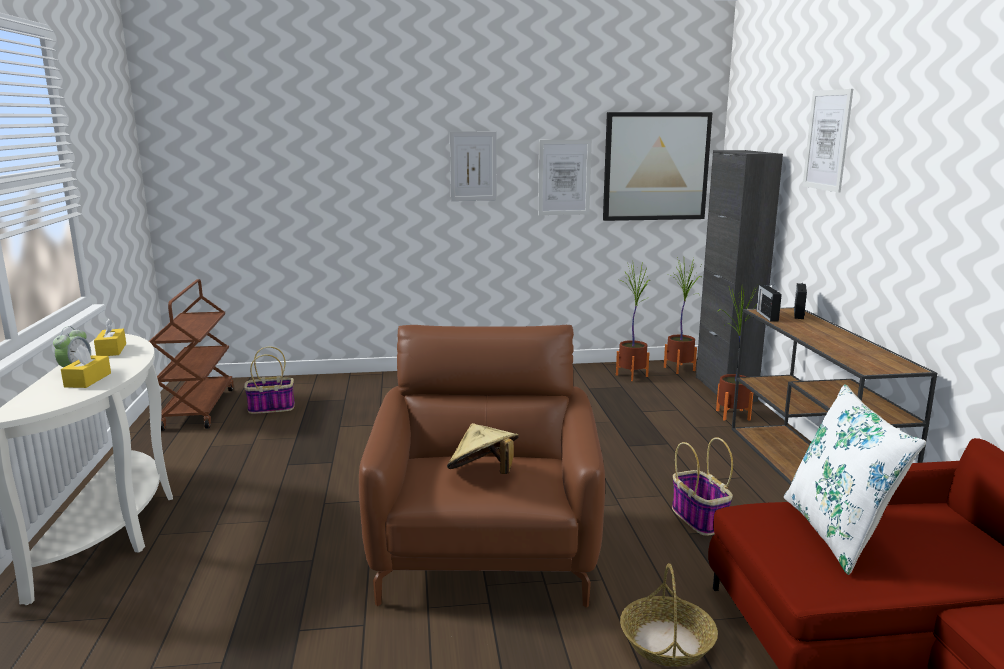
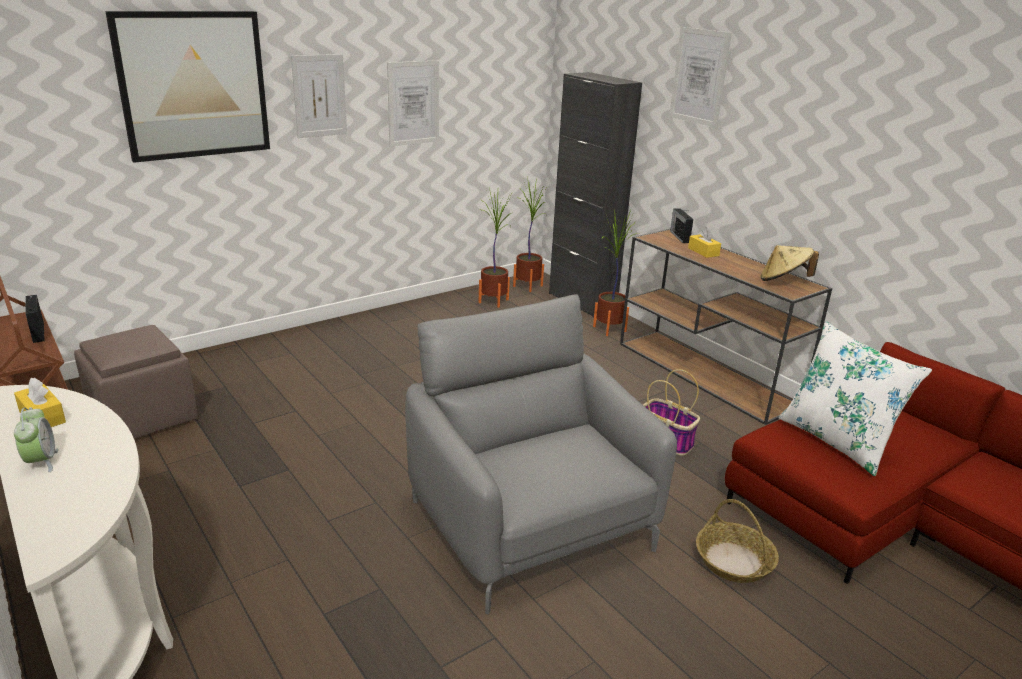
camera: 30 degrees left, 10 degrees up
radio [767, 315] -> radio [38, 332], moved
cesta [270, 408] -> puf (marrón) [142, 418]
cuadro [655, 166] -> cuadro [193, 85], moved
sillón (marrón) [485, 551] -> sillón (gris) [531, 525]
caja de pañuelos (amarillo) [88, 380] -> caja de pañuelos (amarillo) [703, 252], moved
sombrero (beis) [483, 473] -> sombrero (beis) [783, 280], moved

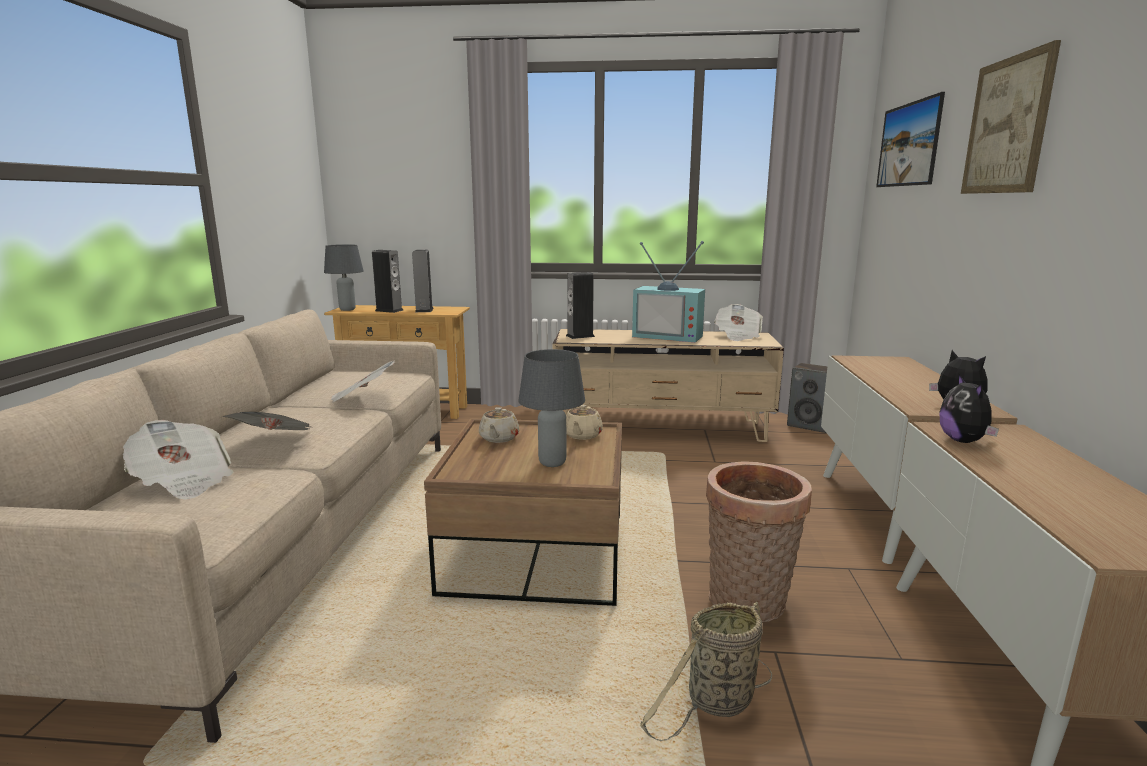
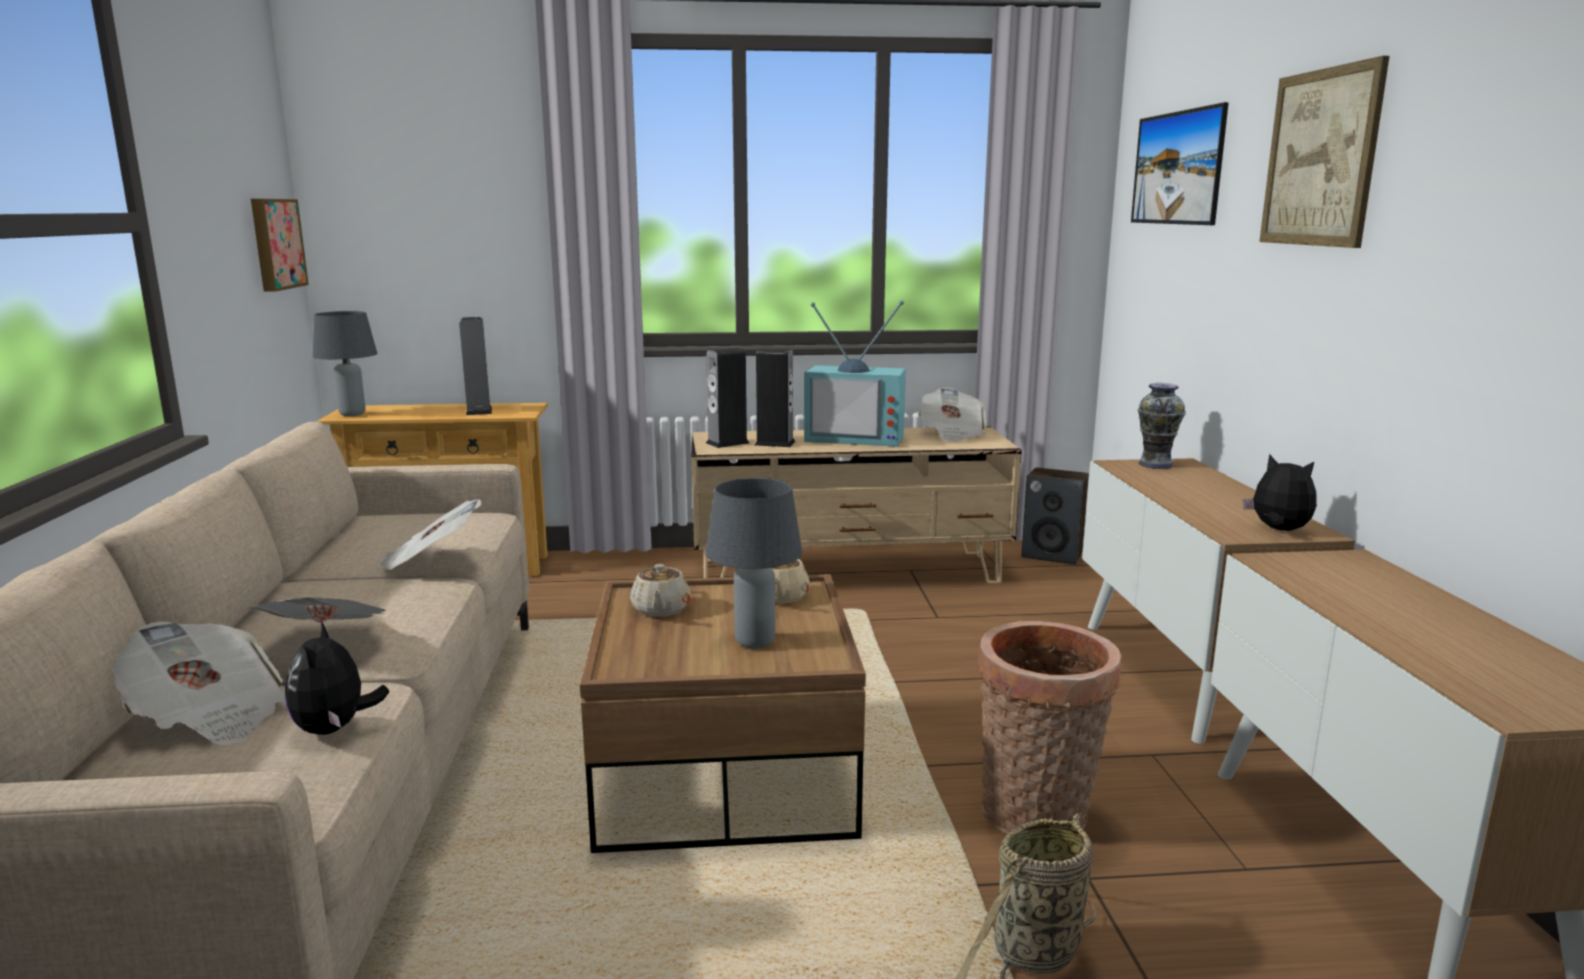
camera: 10 degrees left, 0 degrees up
none -> cuadro [275, 244]
peluche [964, 441] -> peluche [335, 729], moved
altavoz [389, 310] -> altavoz [775, 443], moved
none -> florero [1155, 464]

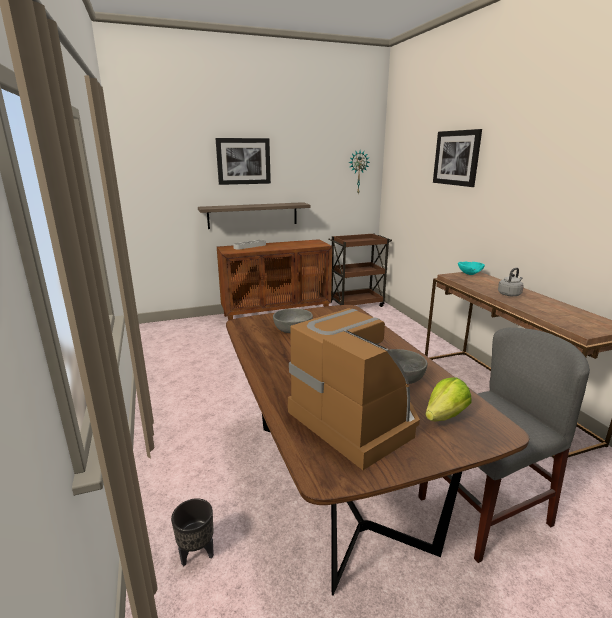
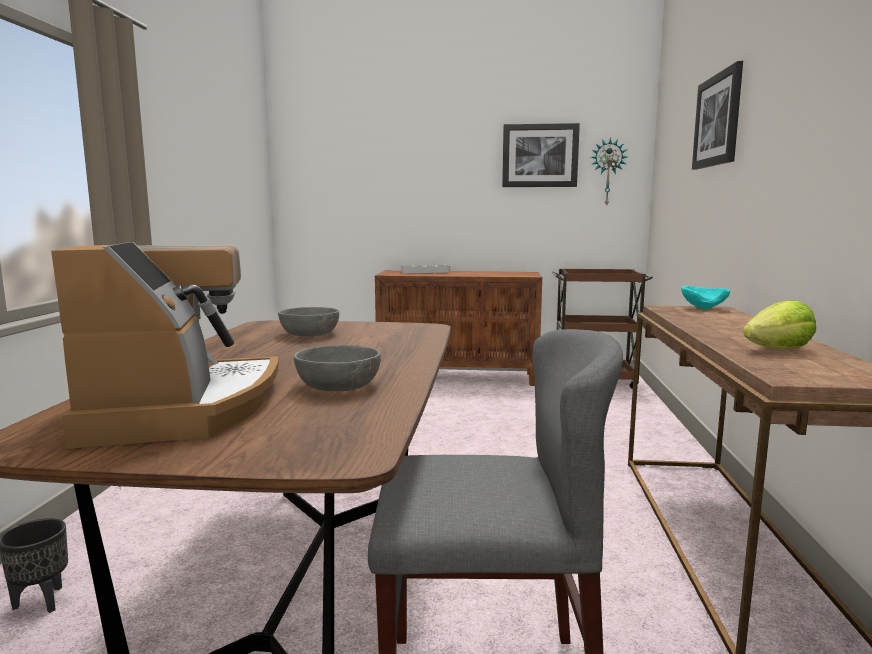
camera: 25 degrees right, 10 degrees down
cuadro [243, 161] -> cuadro [540, 155], moved
lechuga [445, 416] -> lechuga [778, 349], moved
estante [253, 215] -> none
hervidor (gris) [510, 294] -> none

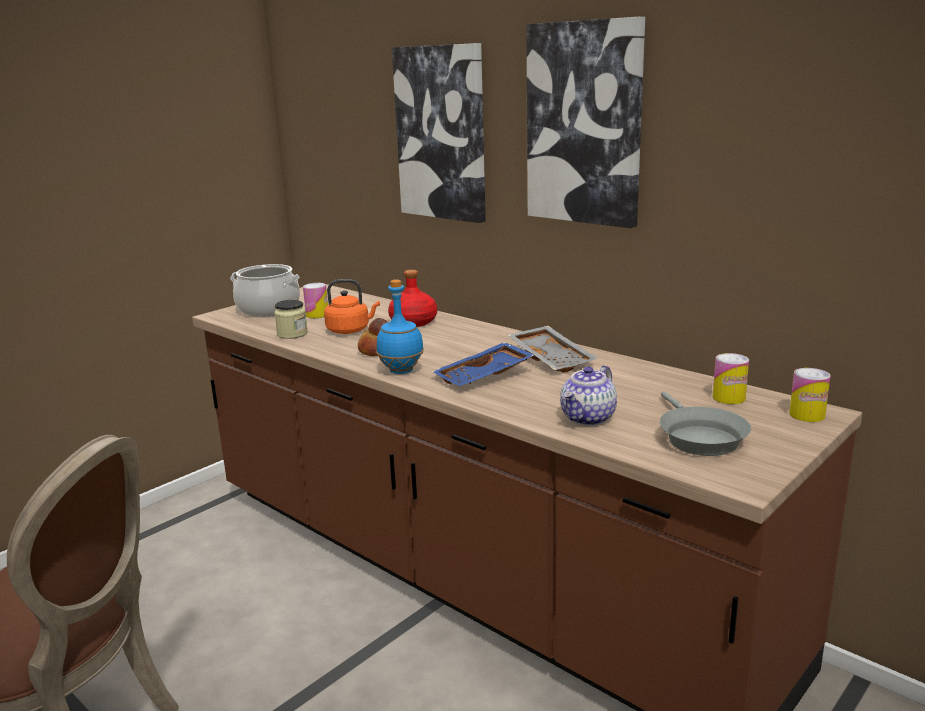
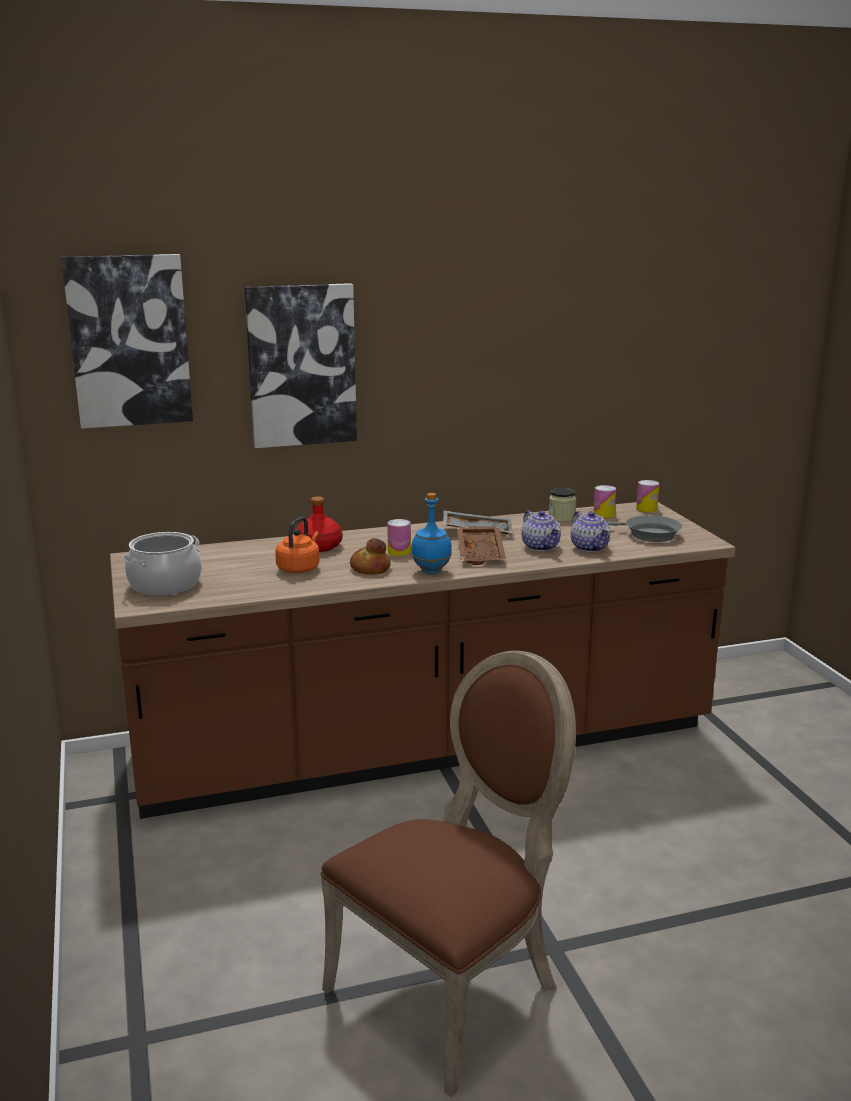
camera: 60 degrees left, 0 degrees up
cuadro [585, 124] -> cuadro [129, 341], moved
lata [317, 314] -> lata [399, 552], moved
bandeja (azul) [484, 376] -> bandeja (marrón) [482, 553]
none -> tetera [541, 547]
tarro [292, 334] -> tarro [561, 518], moved

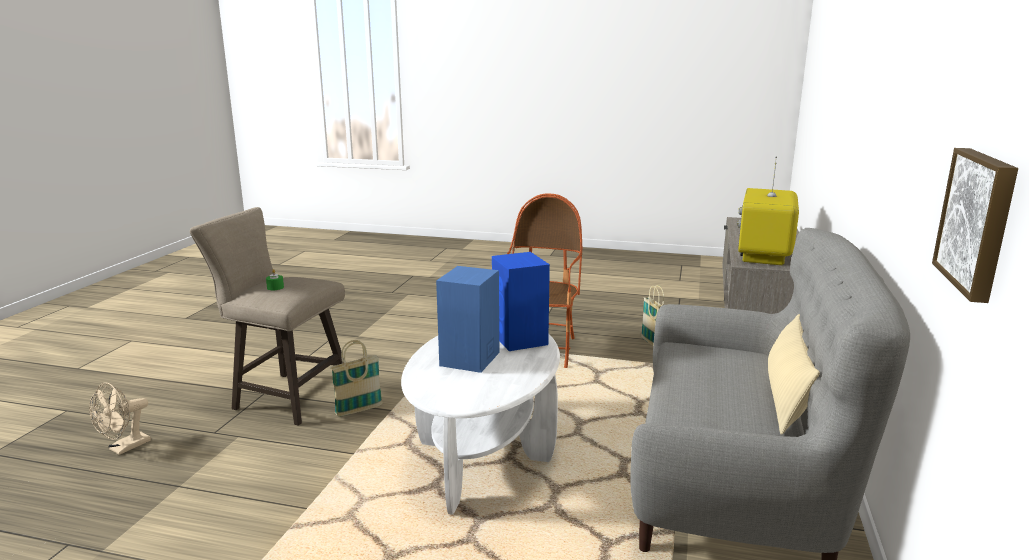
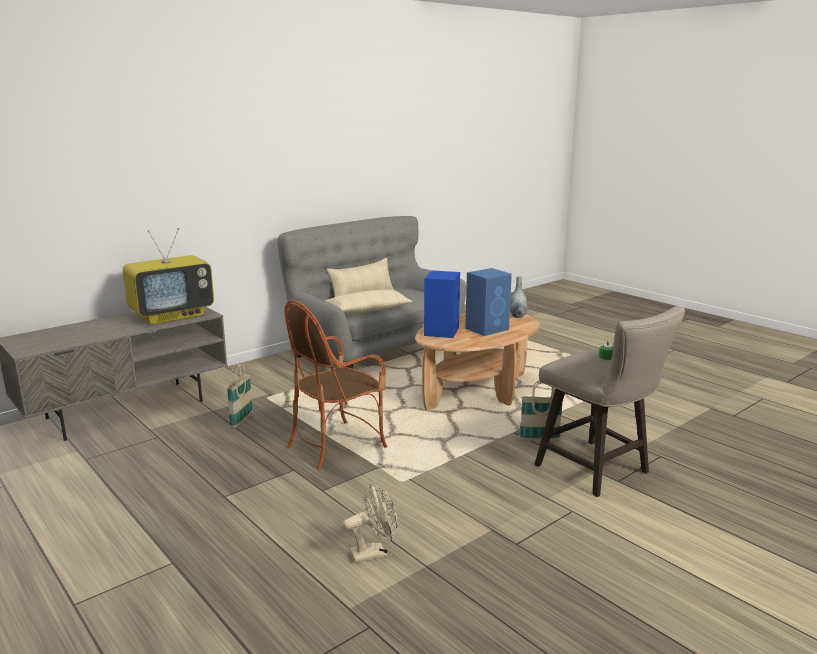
camera: 145 degrees left, 0 degrees up
none -> cojín (beis) [369, 310]
ventilador (beis) [124, 448] -> ventilador (beis) [374, 553], moved
mesa de centro (blanco) [484, 453] -> mesa de centro (marrón) [476, 392]
none -> florero (gris) [517, 316]
cuadro [979, 221] -> none

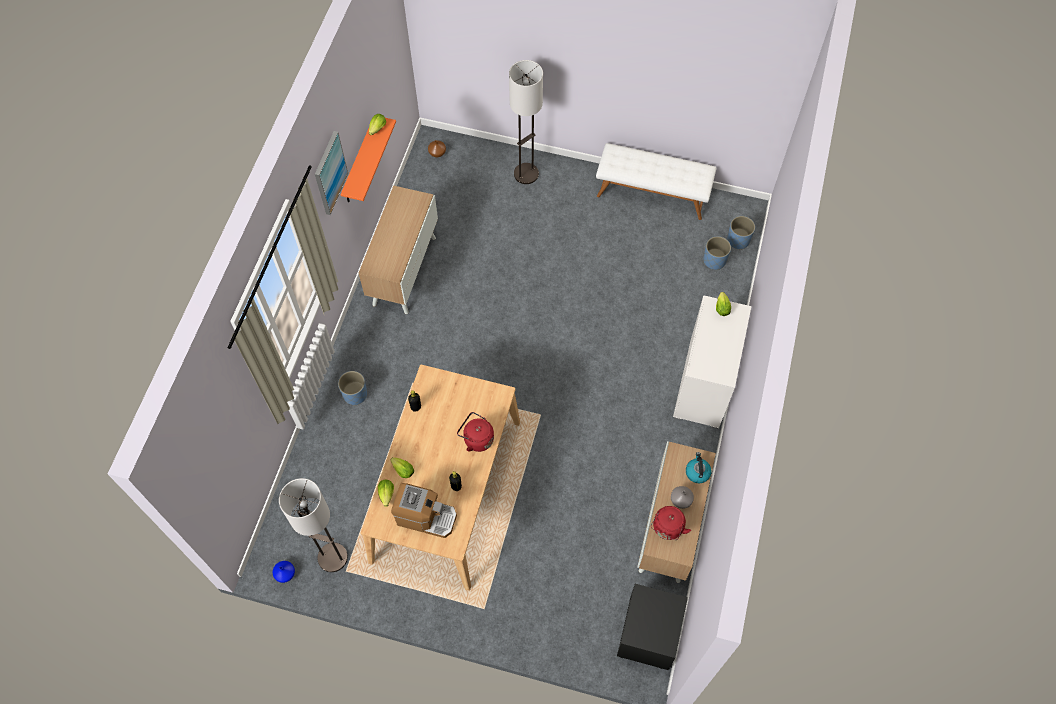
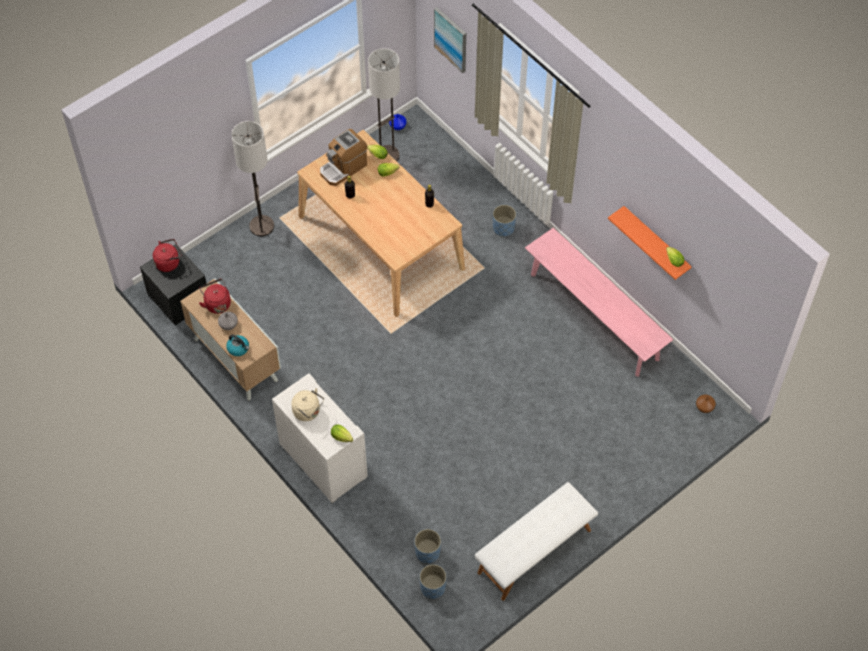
camera: 125 degrees right, 5 degrees down
hervidor (rojo) [476, 439] -> hervidor (rojo) [169, 262], moved
lámpara de pie [526, 174] -> lámpara de pie [261, 226], moved
none -> hervidor (beis) [308, 412]
cuadro [329, 173] -> cuadro [451, 39], moved
armario [404, 270] -> banco (rosa) [594, 316]

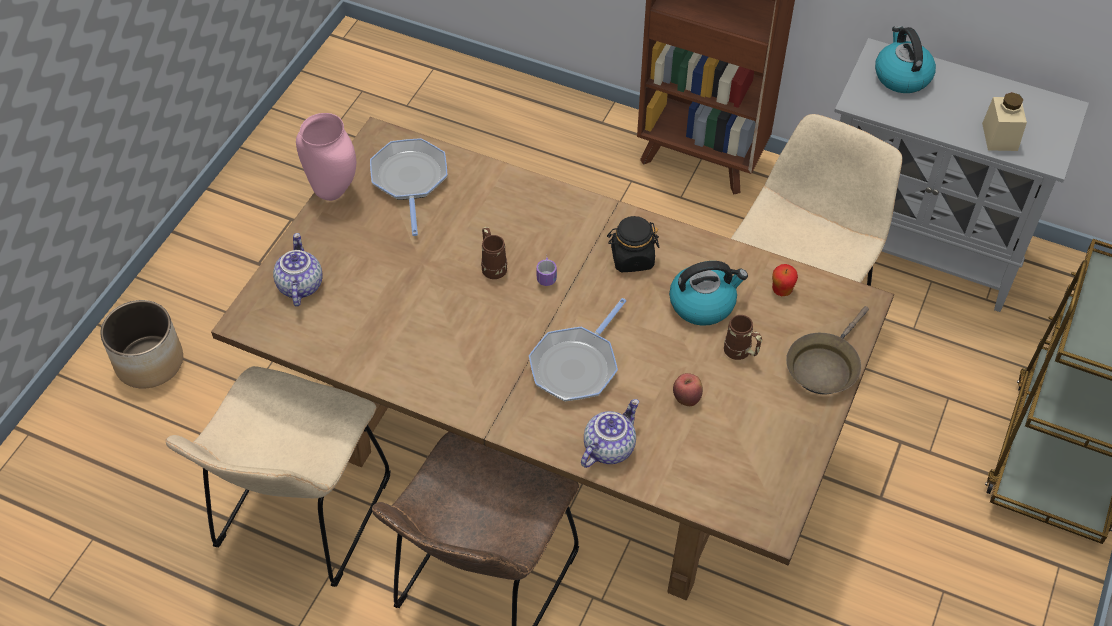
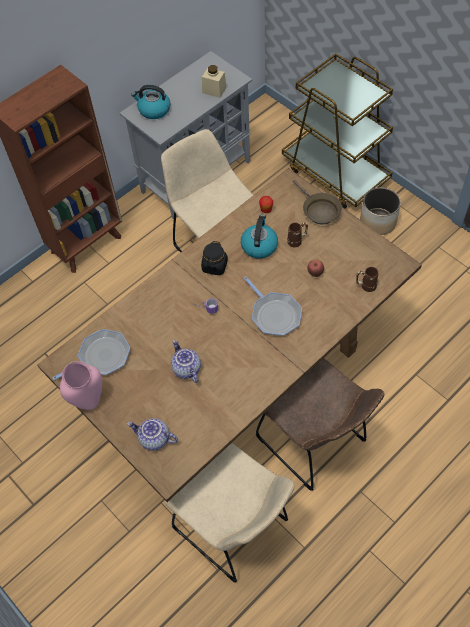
camera: 65 degrees left, 5 degrees up
sartén [410, 180] -> sartén [101, 357], 135 degrees clockwise
tetera [608, 447] -> tetera [186, 369], moved
taza grande (marrón) [492, 265] -> taza grande (marrón) [365, 286], moved
maceta [150, 362] -> maceta [378, 221], moved

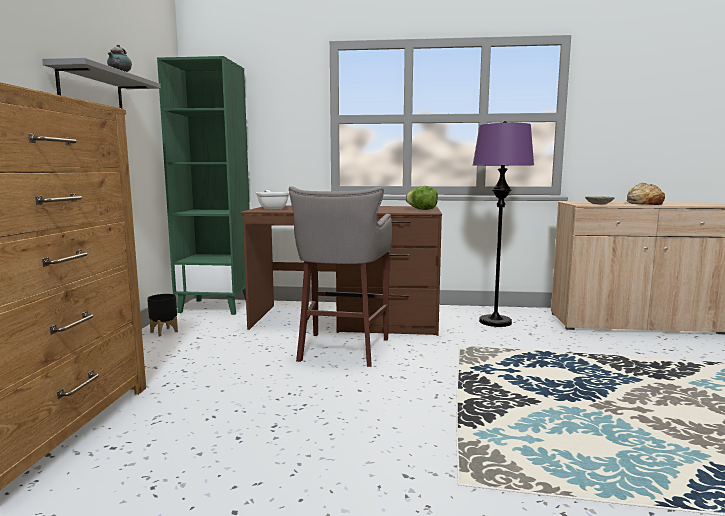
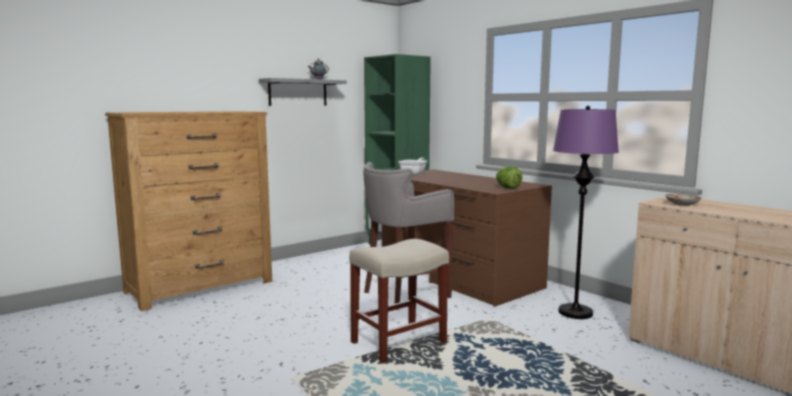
camera: 45 degrees right, 0 degrees up
none -> taburete (beis) [399, 342]
maceta (negro) [164, 332] -> none
pan [643, 203] -> none

